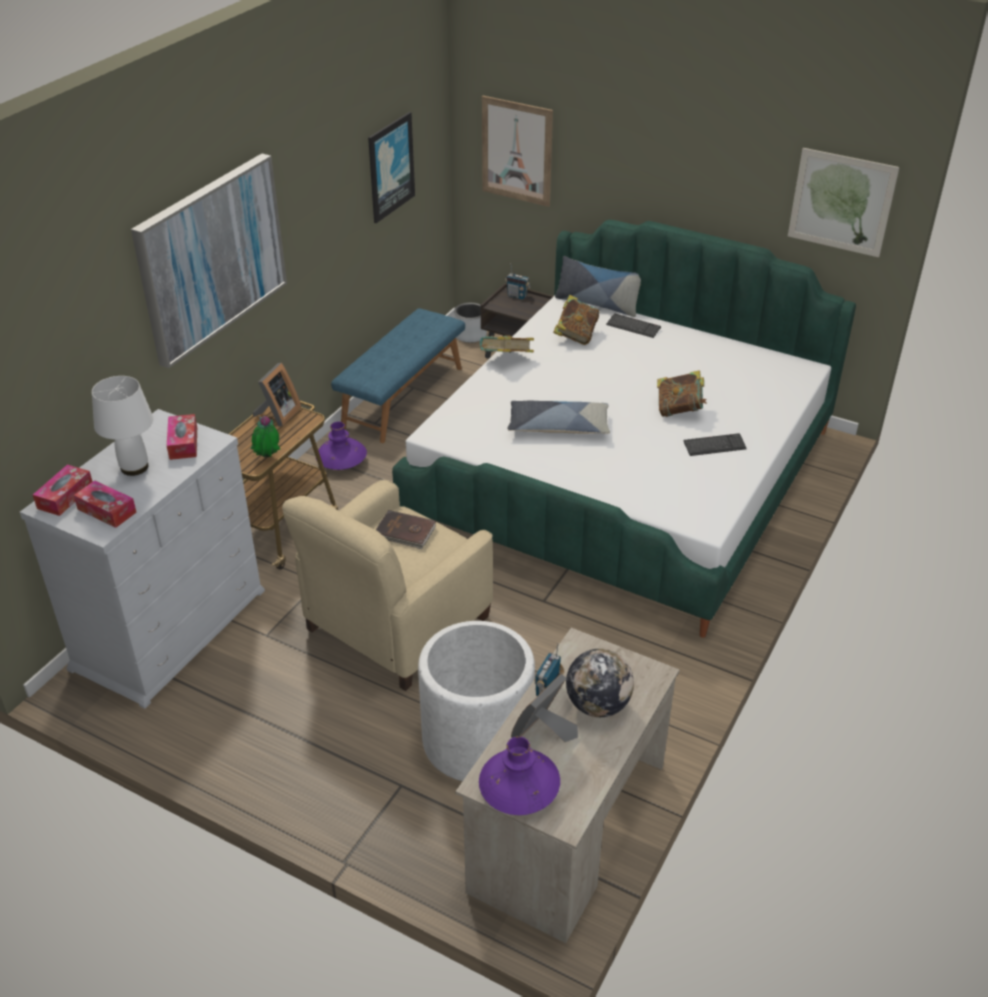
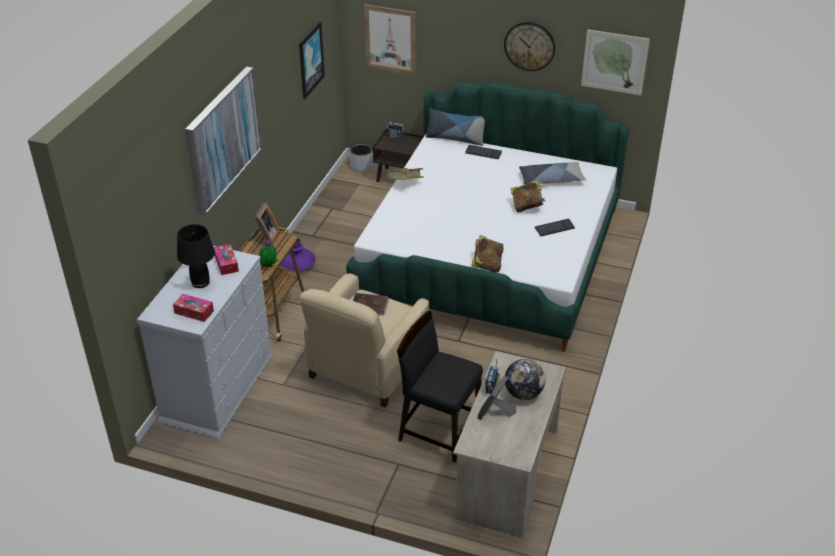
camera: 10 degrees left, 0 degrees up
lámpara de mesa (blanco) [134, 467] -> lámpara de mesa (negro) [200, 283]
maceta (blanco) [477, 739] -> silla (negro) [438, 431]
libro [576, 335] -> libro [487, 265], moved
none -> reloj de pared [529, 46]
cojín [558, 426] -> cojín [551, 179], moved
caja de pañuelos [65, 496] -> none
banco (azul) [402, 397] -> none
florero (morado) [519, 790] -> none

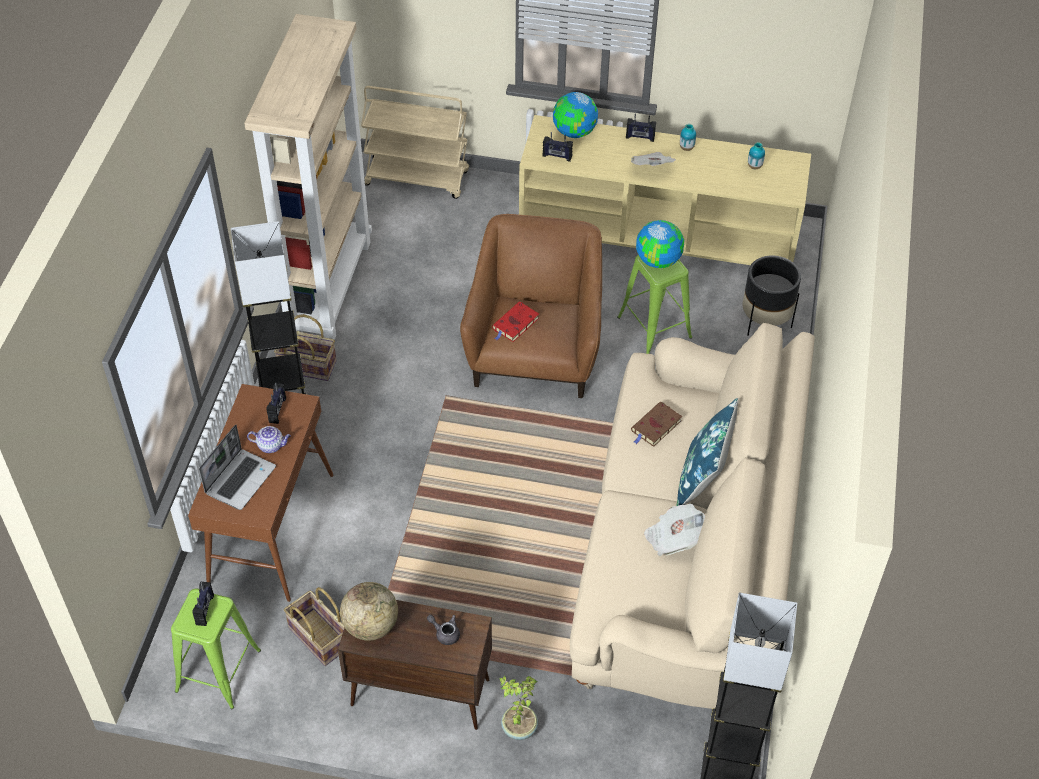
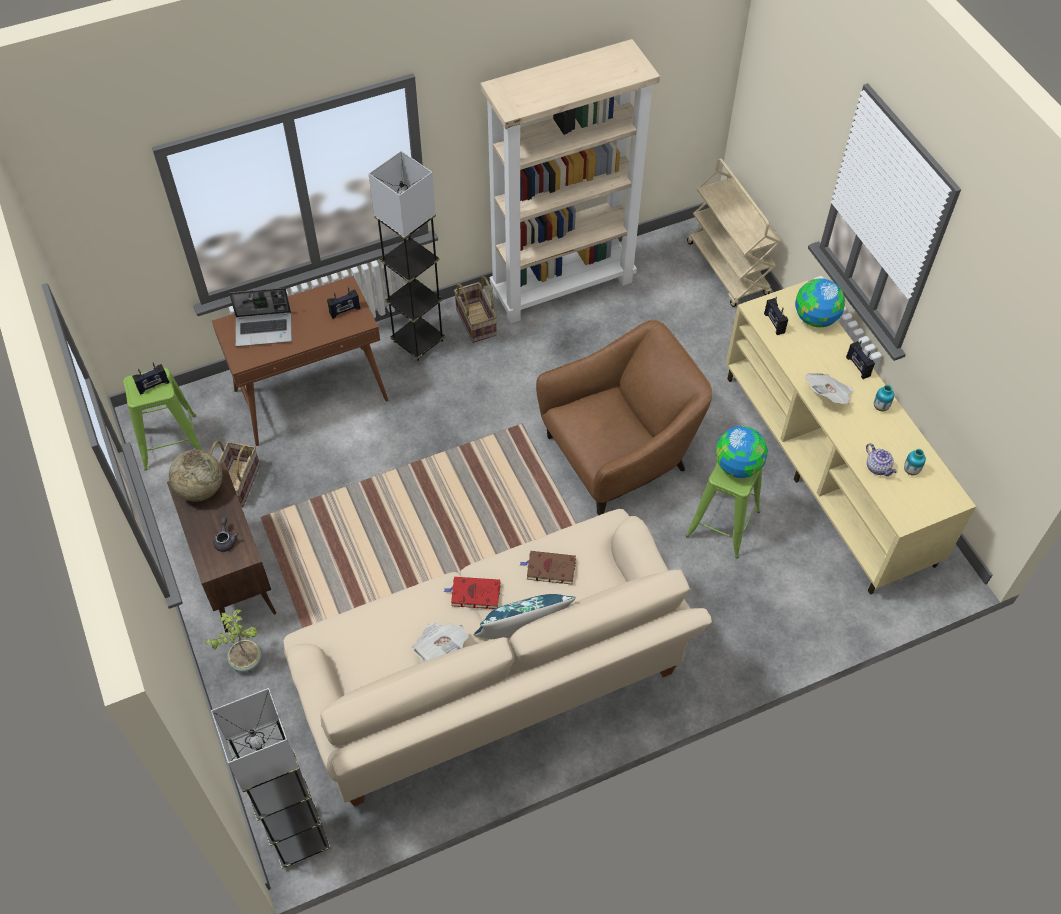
camera: 55 degrees right, 5 degrees up
libro (rojo) [515, 324] -> libro (rojo) [474, 594], moved
tetera [271, 445] -> tetera [878, 467], moved
maceta (negro) [765, 321] -> none

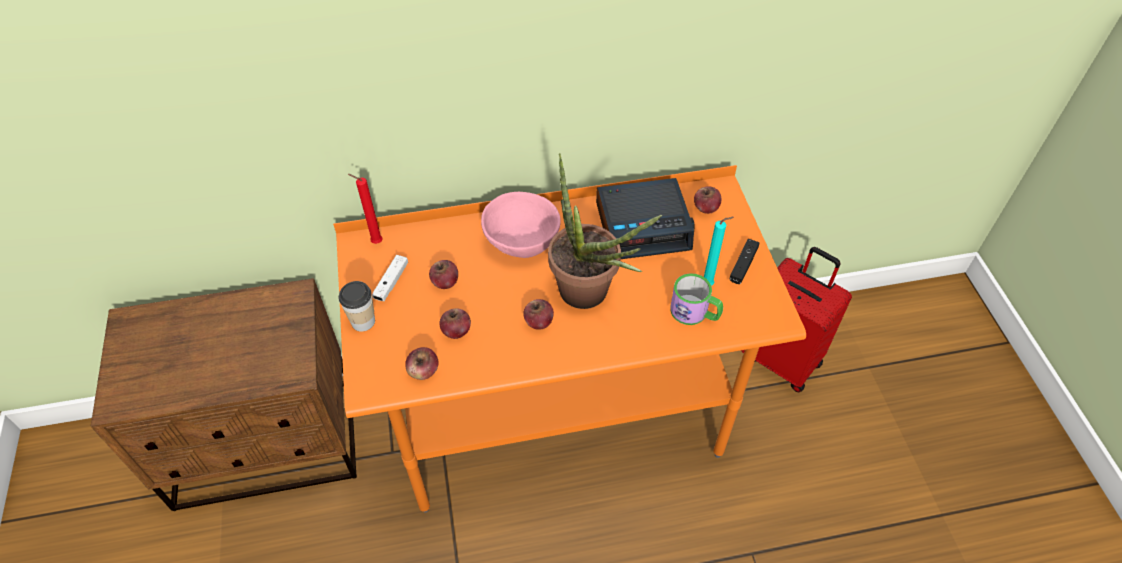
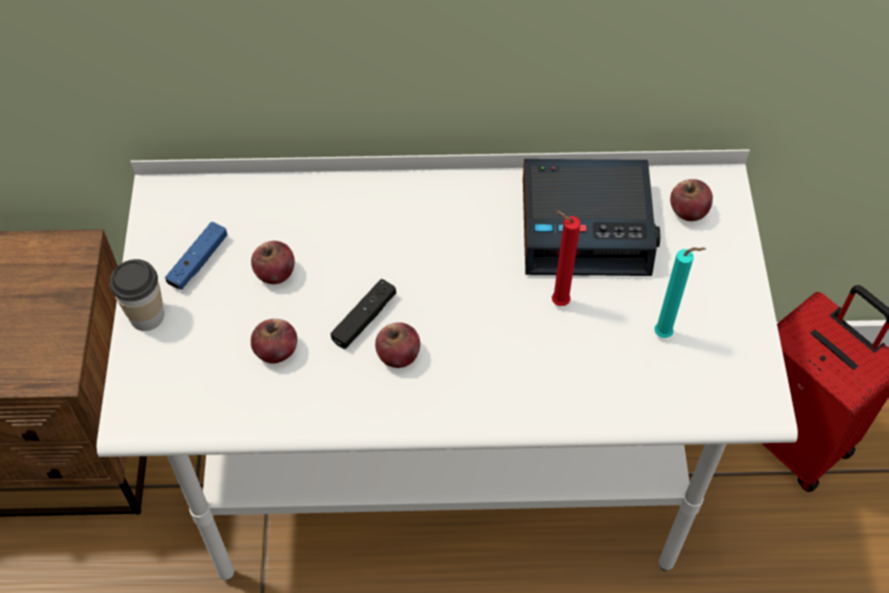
camera: 10 degrees right, 5 degrees up
escritorio (naranja) [560, 419] -> escritorio (blanco) [444, 476]
mando de consola (blanco) [391, 282] -> mando de consola (azul) [198, 262]
mando de consola (negro) [743, 265] -> mando de consola (negro) [364, 319], moved
vela (rojo) [375, 242] -> vela (rojo) [557, 302], moved
manzana [423, 371] -> none
cuenco (rosa) [521, 241] -> none
planta en maceta [591, 297] -> none
taza grande [695, 313] -> none

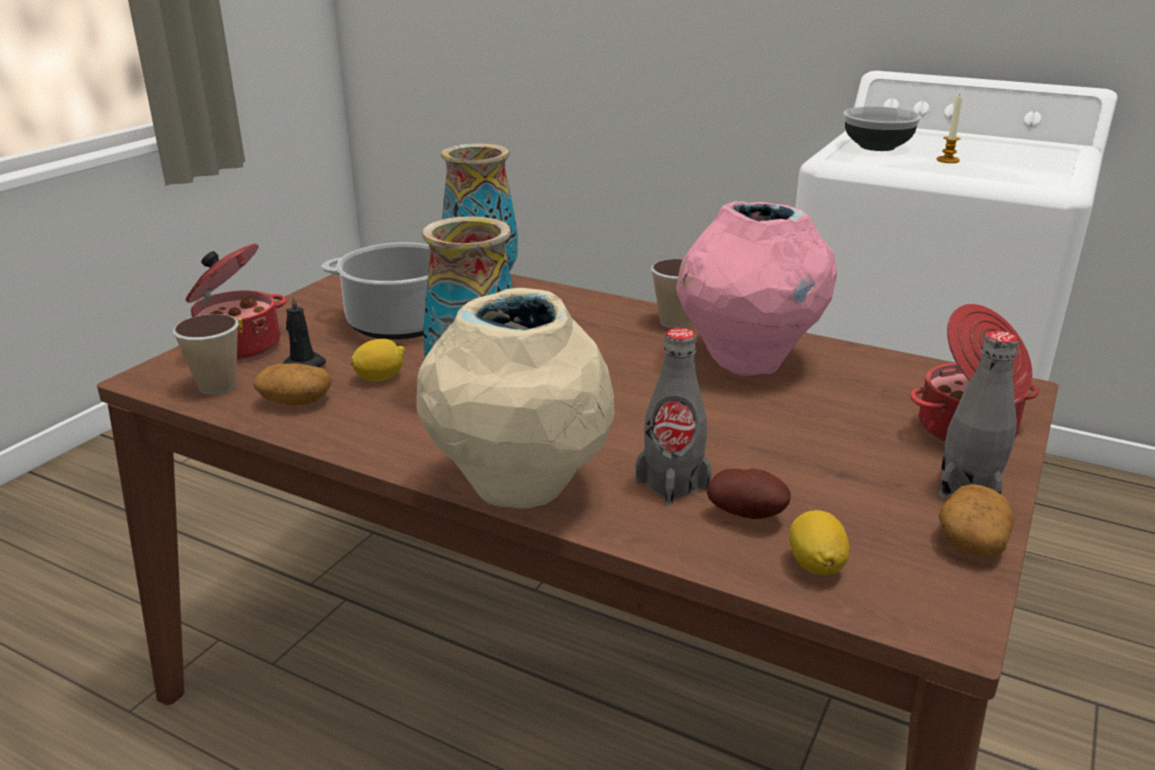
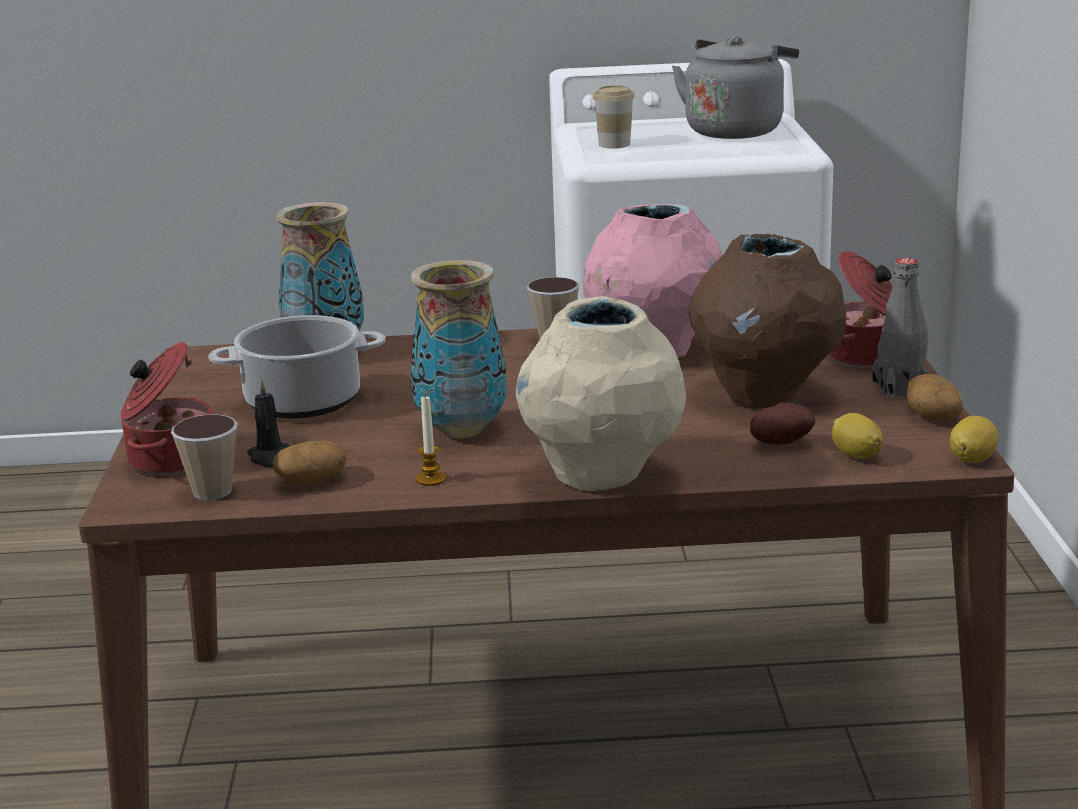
camera: 30 degrees left, 5 degrees down
vela [947, 160] -> vela [431, 479], moved
cuenco [876, 147] -> taza [614, 144]
none -> hervidor (gris) [736, 130]
none -> florero (marrón) [764, 396]
limón [380, 378] -> limón [972, 459], moved
botella (gris) [672, 484] -> none

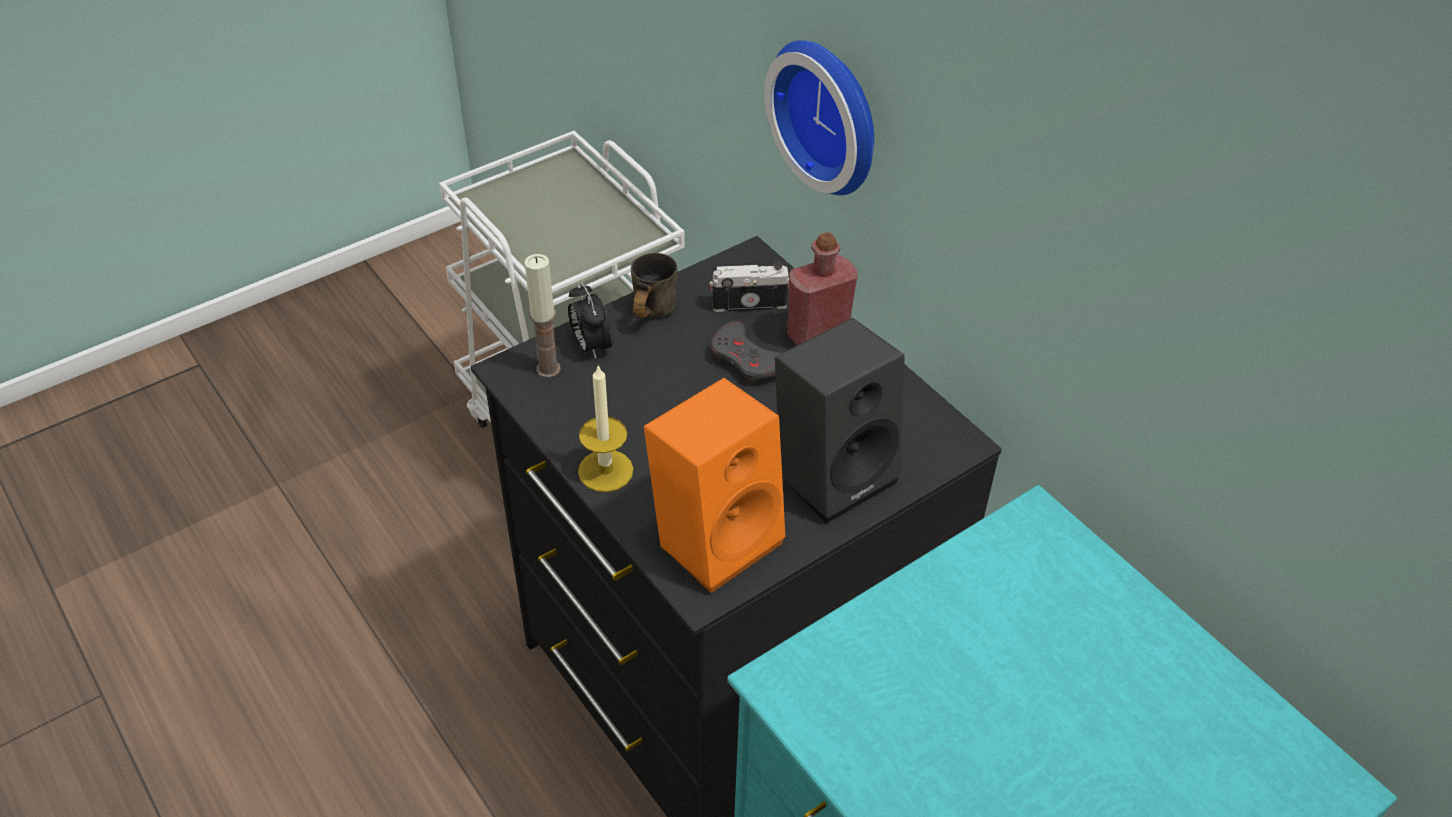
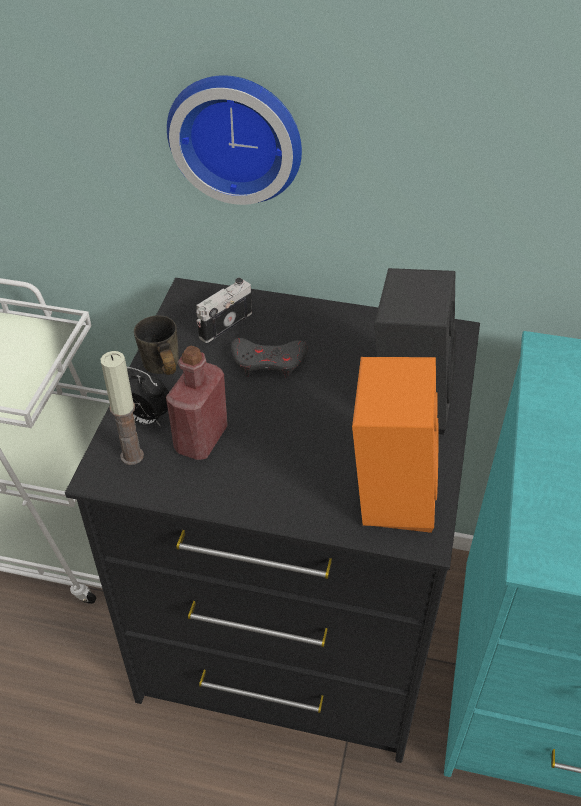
camera: 40 degrees left, 0 degrees up
botella (rojo) [818, 334] -> botella (rojo) [201, 439], moved
vela [605, 471] -> none

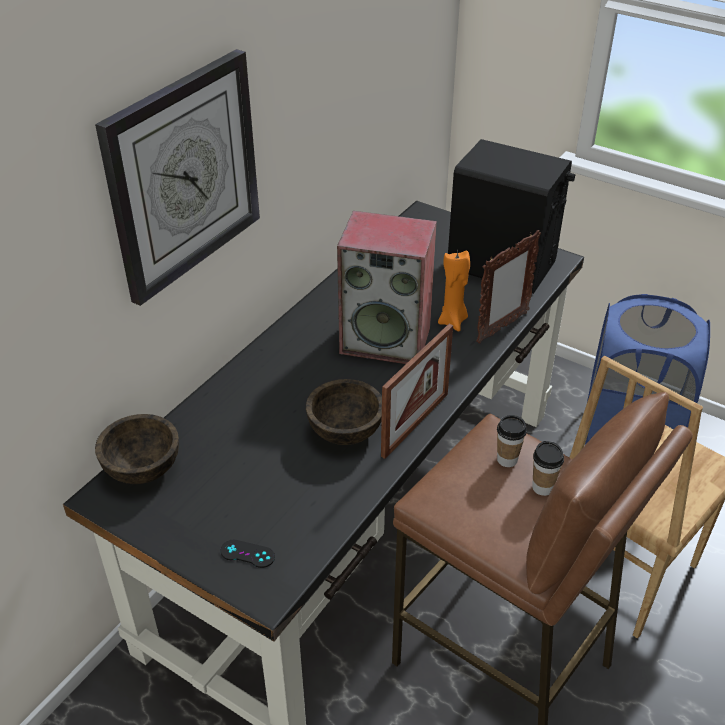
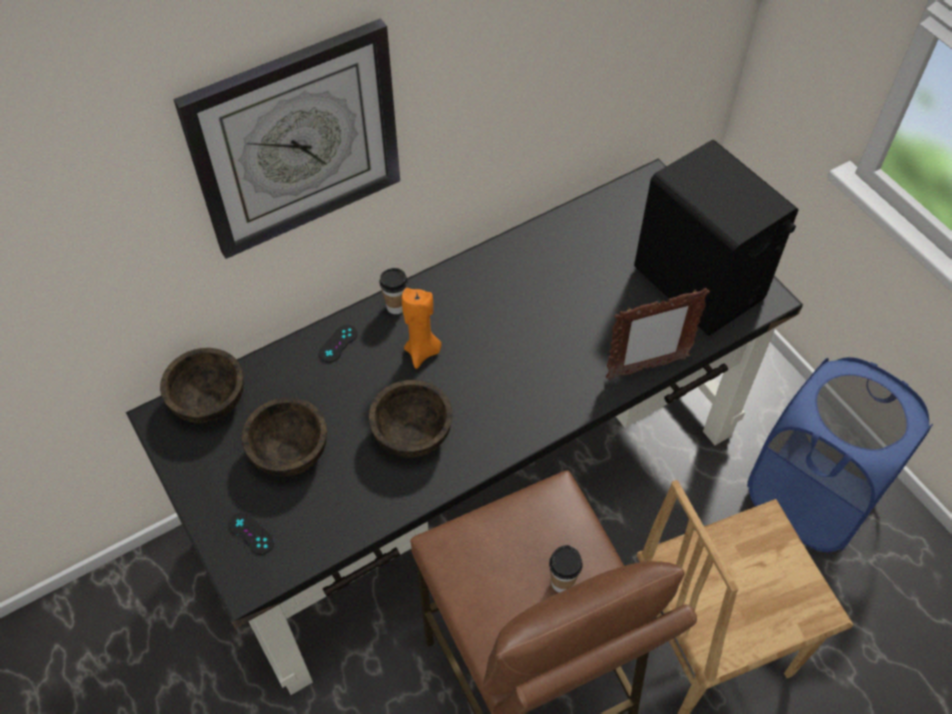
camera: 25 degrees right, 15 degrees up
none -> cuenco (marrón) [290, 452]
none -> mando de consola (negro) [338, 344]
taza [507, 459] -> taza [396, 306], moved
vela (naranja) [453, 321] -> vela (naranja) [422, 351], moved
altavoz [387, 340] -> none
portarretratos [415, 424] -> none

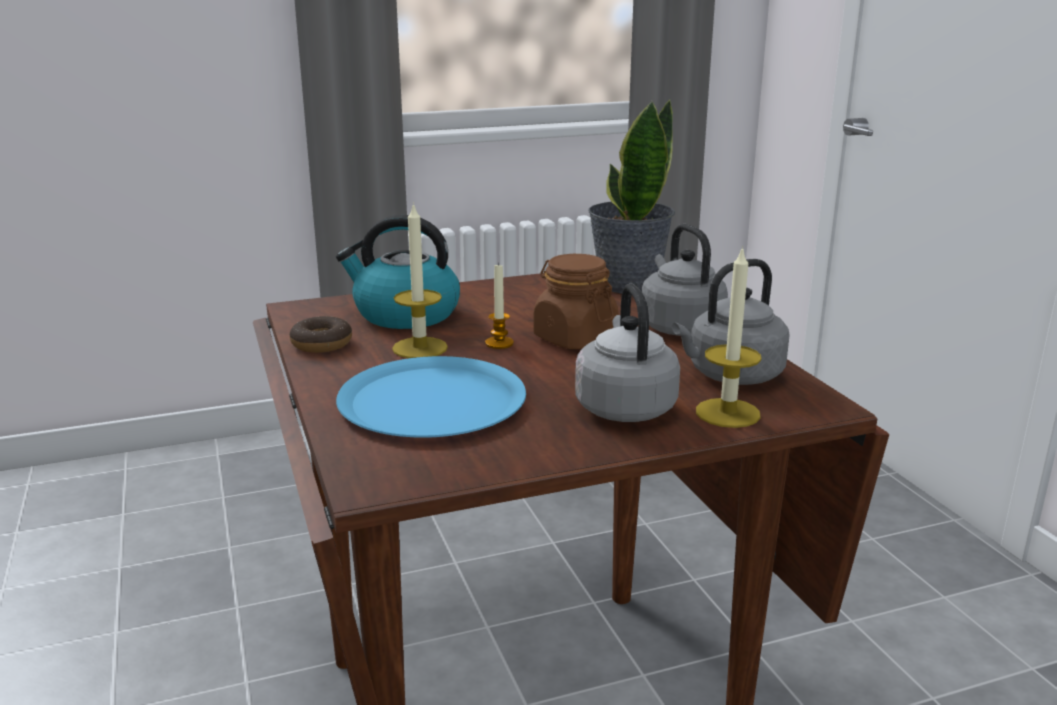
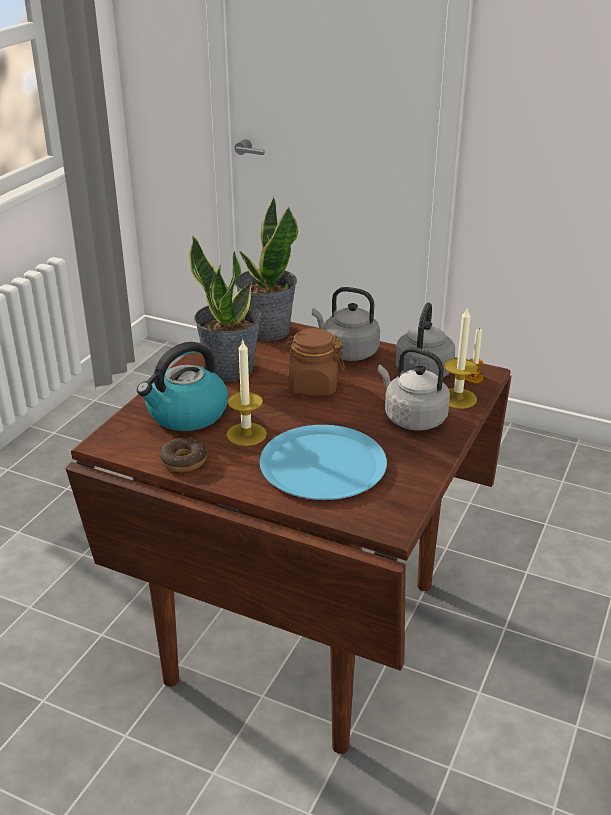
camera: 45 degrees left, 10 degrees up
none -> planta en maceta [230, 369]
vela [499, 343] -> vela [473, 378], moved

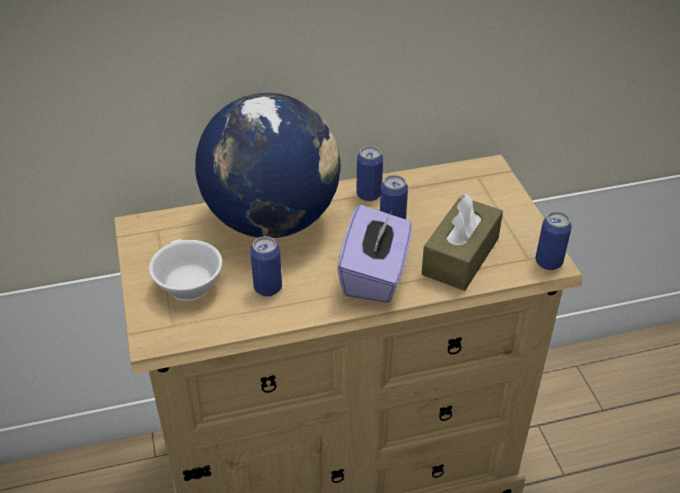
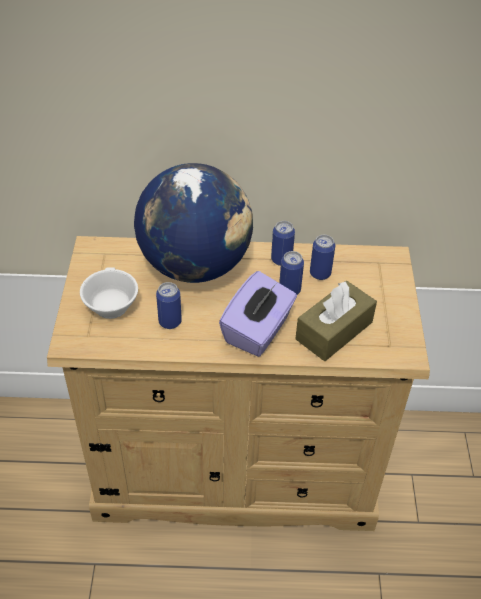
camera: 15 degrees right, 5 degrees up
lata [548, 262] -> lata [320, 273], moved

